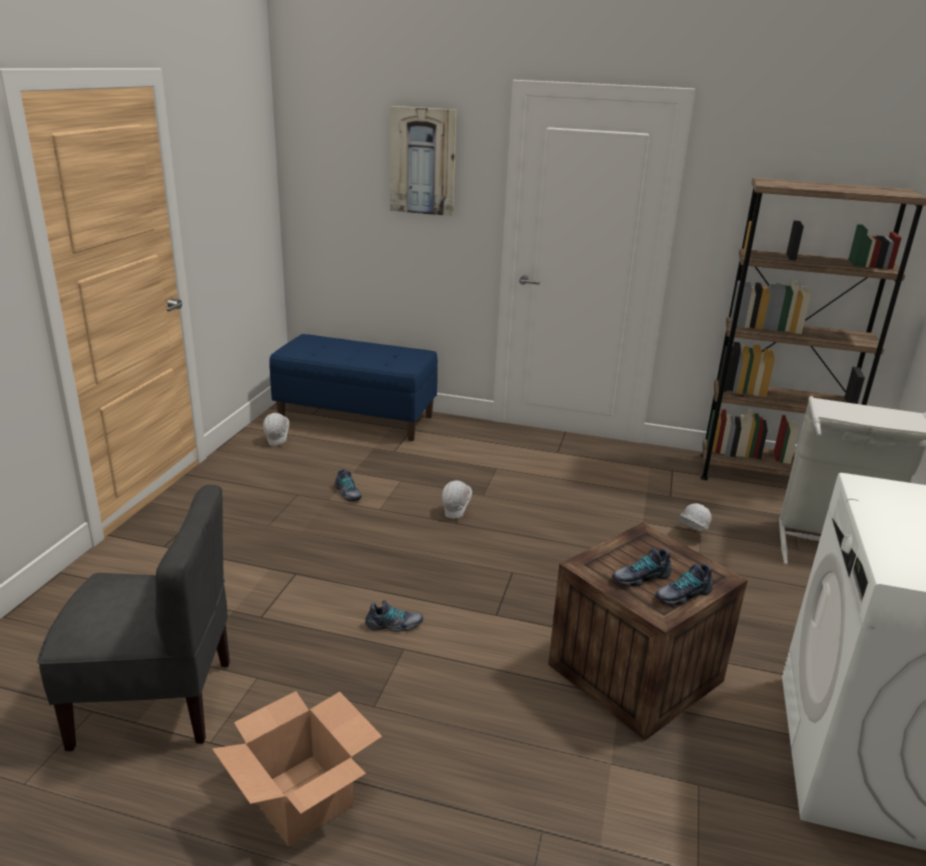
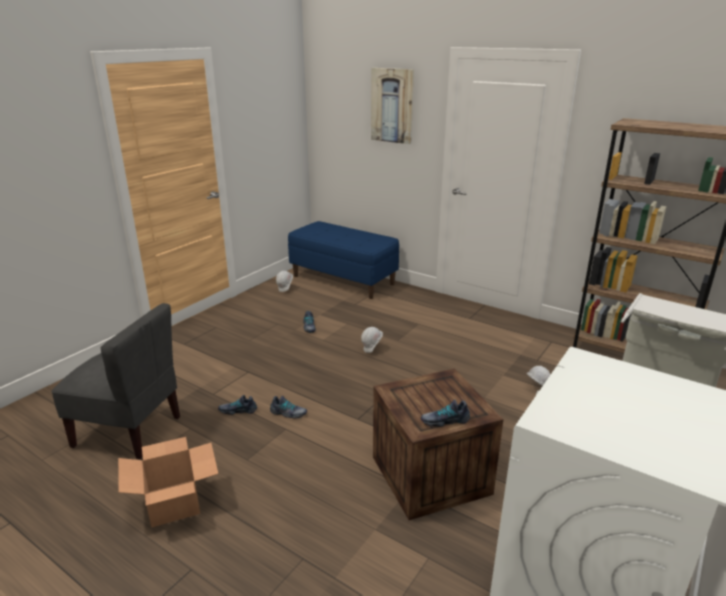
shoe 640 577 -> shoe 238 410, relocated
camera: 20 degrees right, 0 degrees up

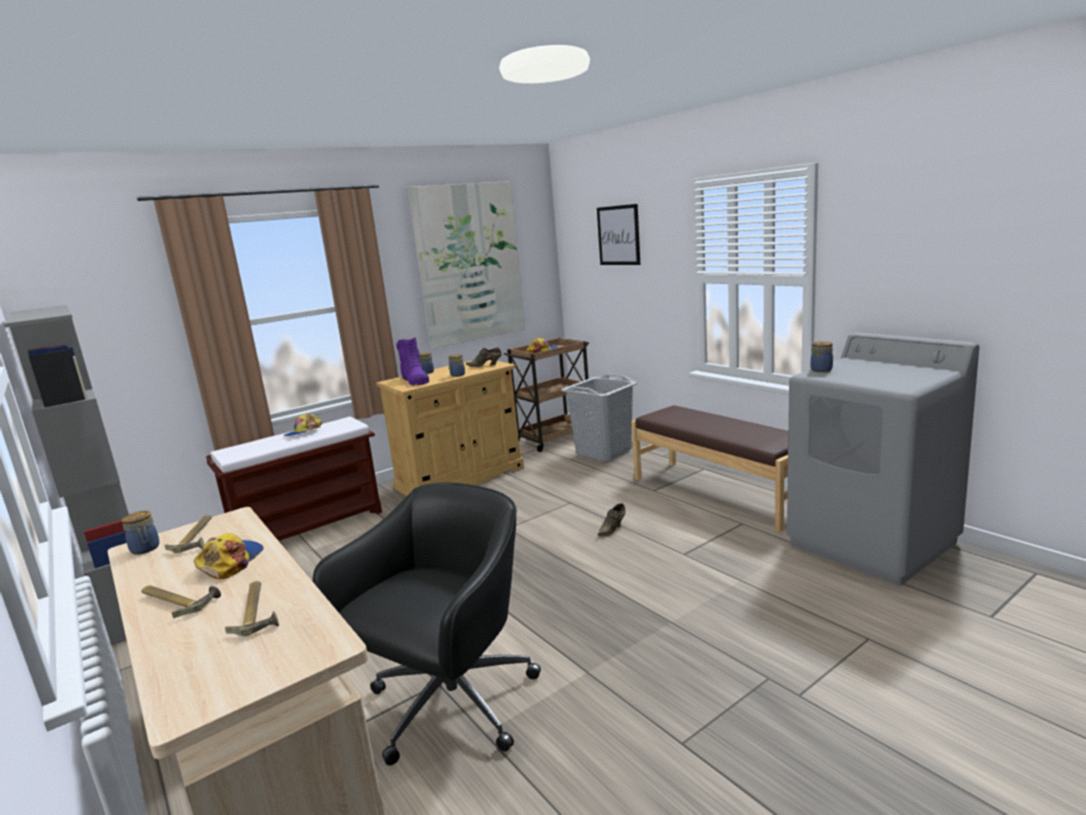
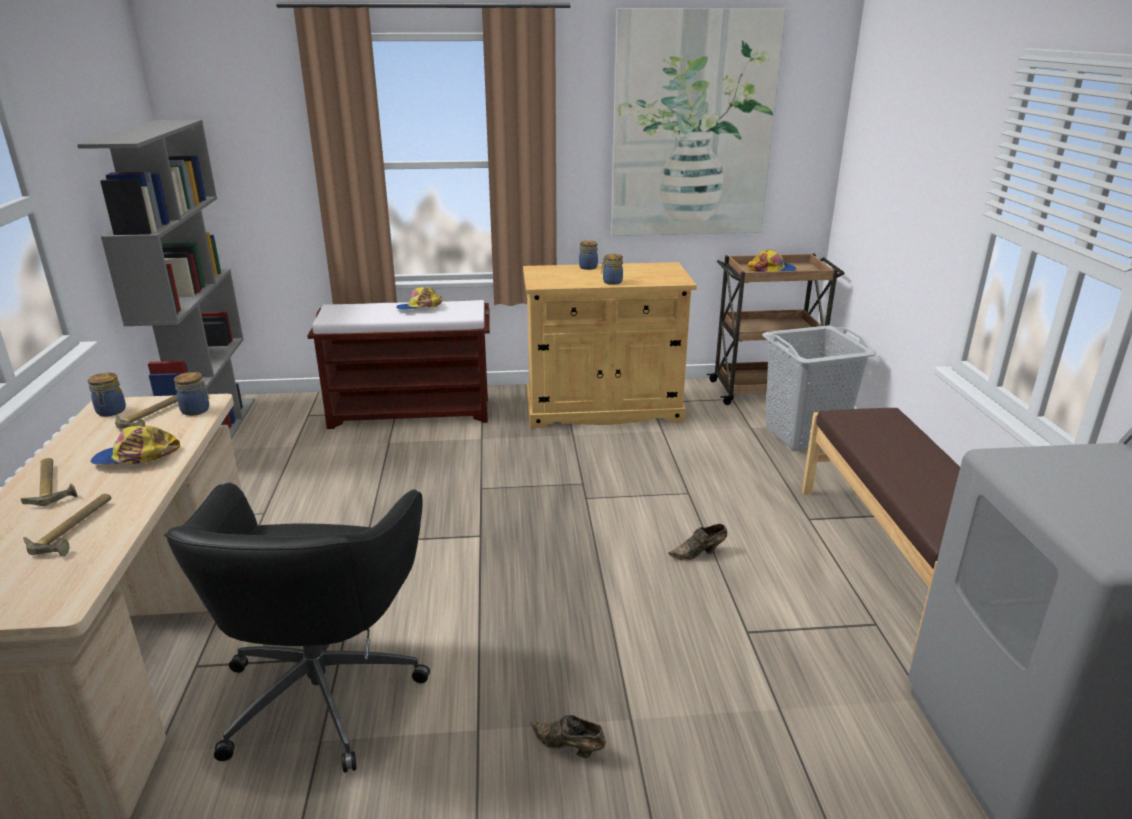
baseball cap 230 562 -> baseball cap 135 457, 135 degrees counterclockwise
black office chair 449 706 -> black office chair 323 689, 120 degrees clockwise
preserve jar 822 370 -> preserve jar 196 410, relocated
brown-coloured shoe 486 365 -> brown-coloured shoe 569 747, relocated
purple high-top boot 415 380 -> none
picture 618 235 -> none
camera: 30 degrees right, 10 degrees up

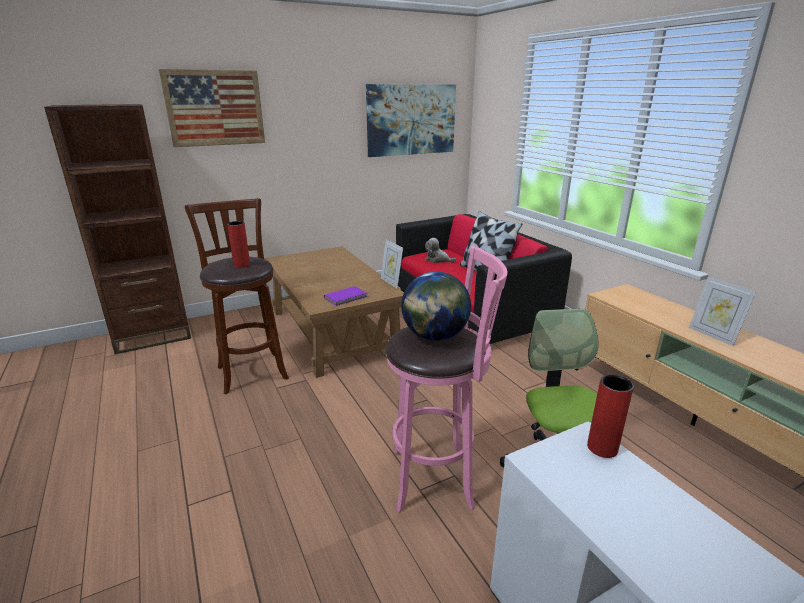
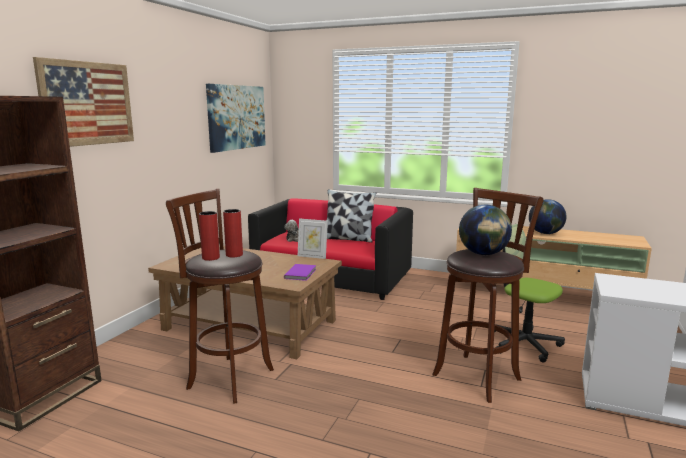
reddish vase 602 448 -> reddish vase 211 258, relocated
pink-coloured stool seat 437 477 -> brown-coloured stool seat 479 375
picture frame 712 335 -> world globe 545 233
camera: 40 degrees left, 10 degrees down

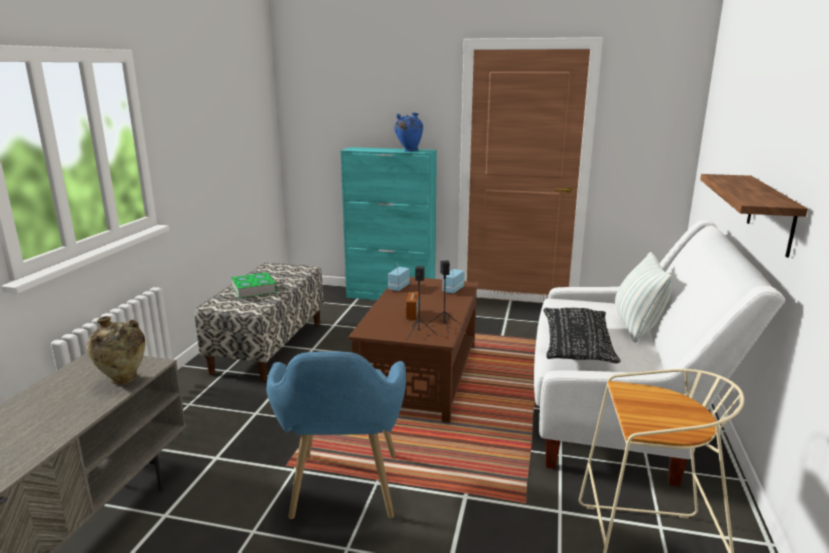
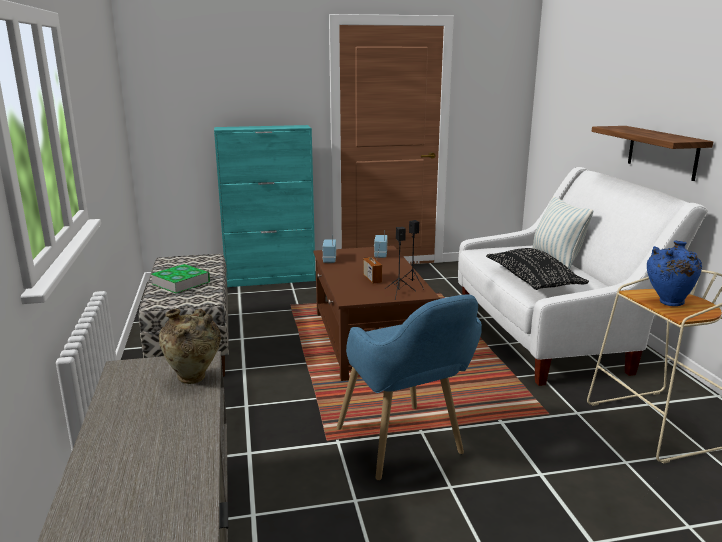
bluish vase 409 151 -> bluish vase 667 303, relocated
camera: 25 degrees left, 0 degrees up

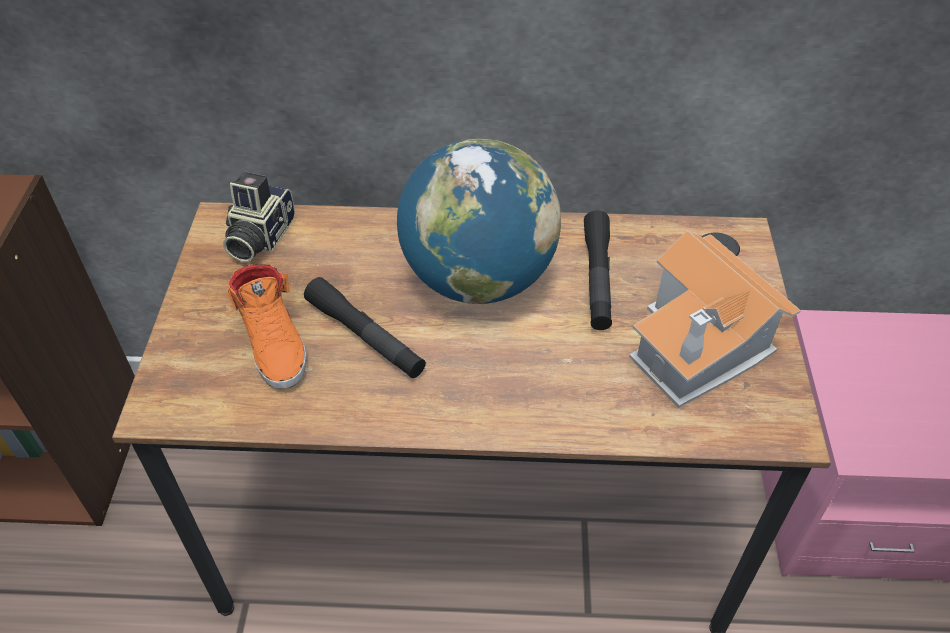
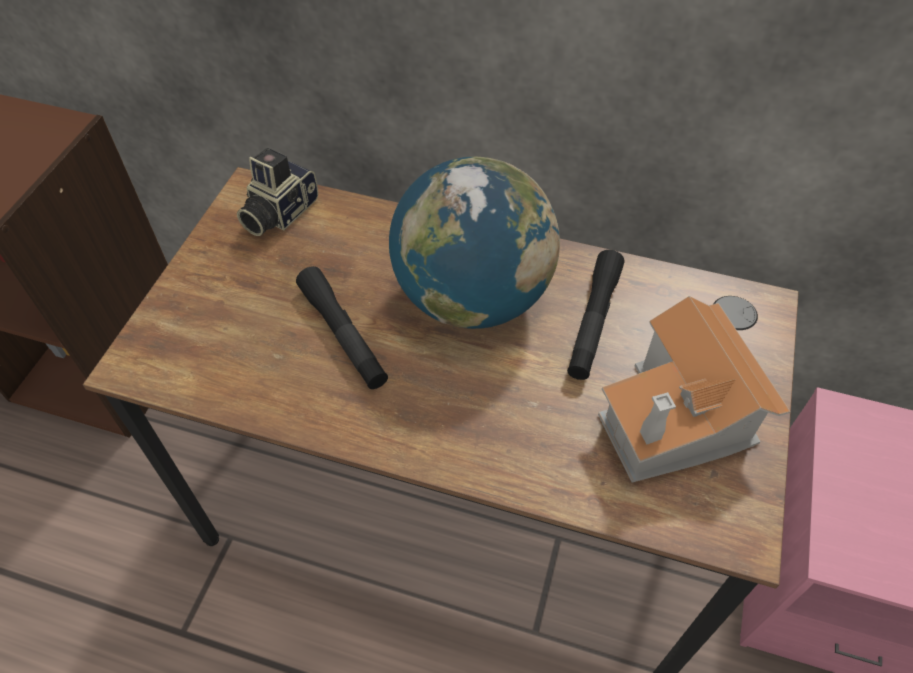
orange-coloured shoe 274 341 -> none
camera: 15 degrees right, 5 degrees up

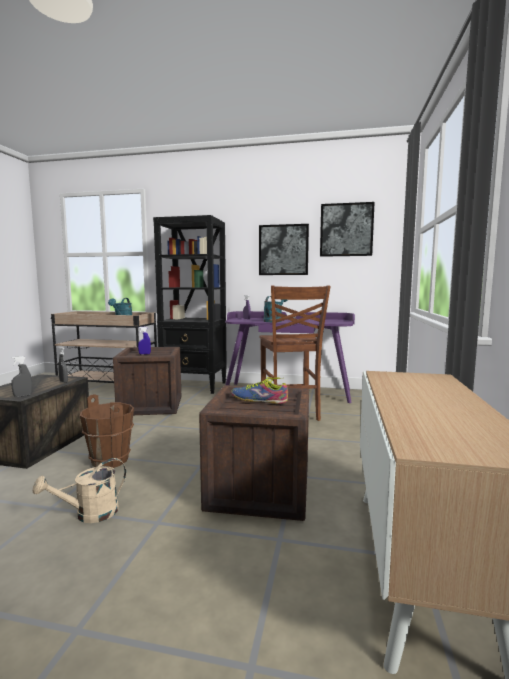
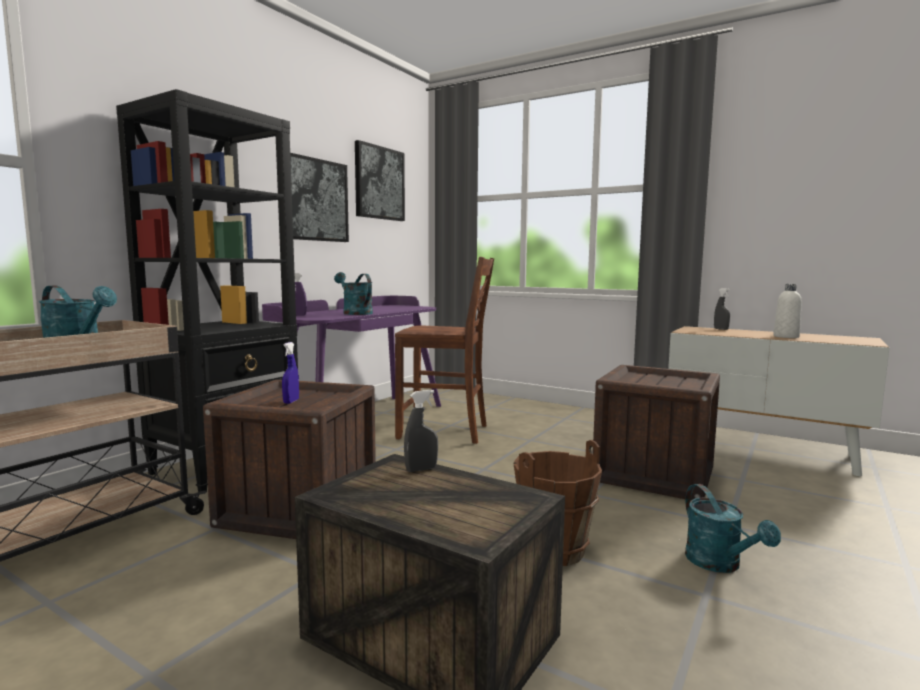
sand-coloured sprinkling can 89 515 -> blue-green sprinkling can 720 564
greyish sprayer 22 395 -> greyish sprayer 721 329, relocated
none -> whitish drink bottle 786 336
shoe 259 400 -> none
camera: 70 degrees left, 0 degrees up

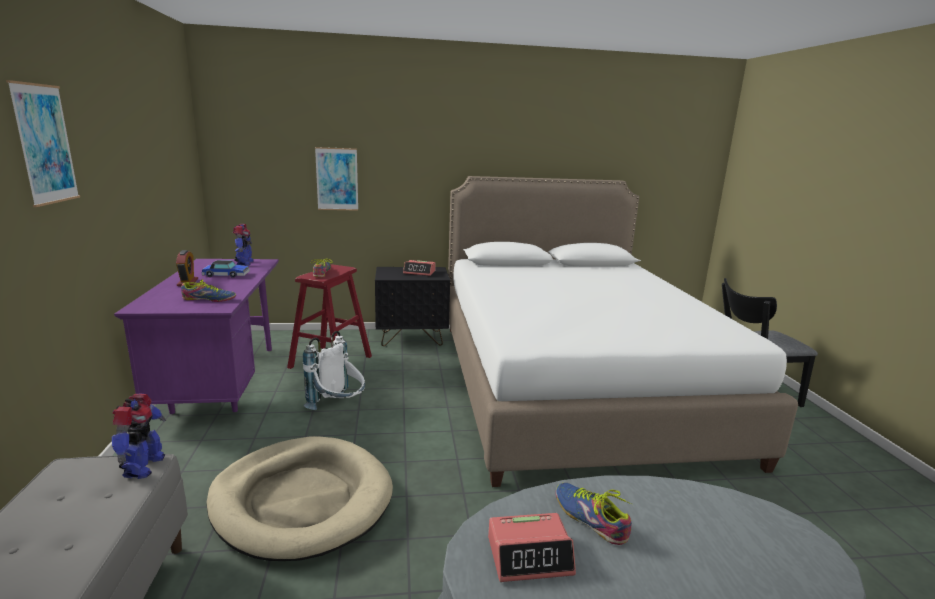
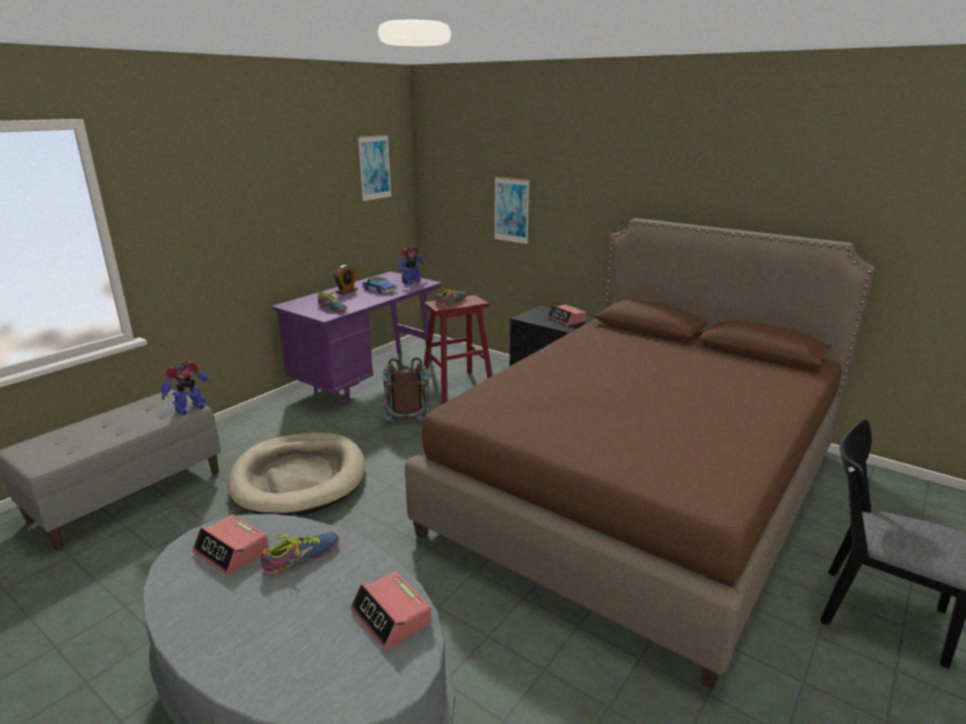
shoe 589 518 -> shoe 301 557, 45 degrees clockwise
none -> table clock 391 617
picture 45 144 -> picture 374 168, relocated
whitish rucksack 338 409 -> brown-coloured rucksack 407 427
whitish bedroom bed 571 384 -> brown-coloured bedroom bed 640 490
camera: 45 degrees right, 5 degrees up

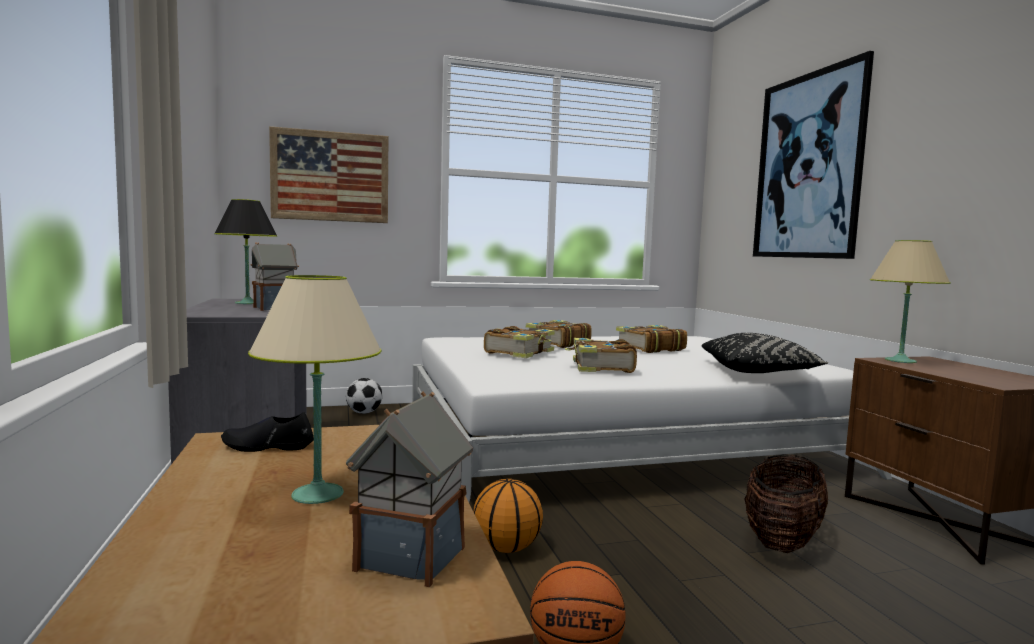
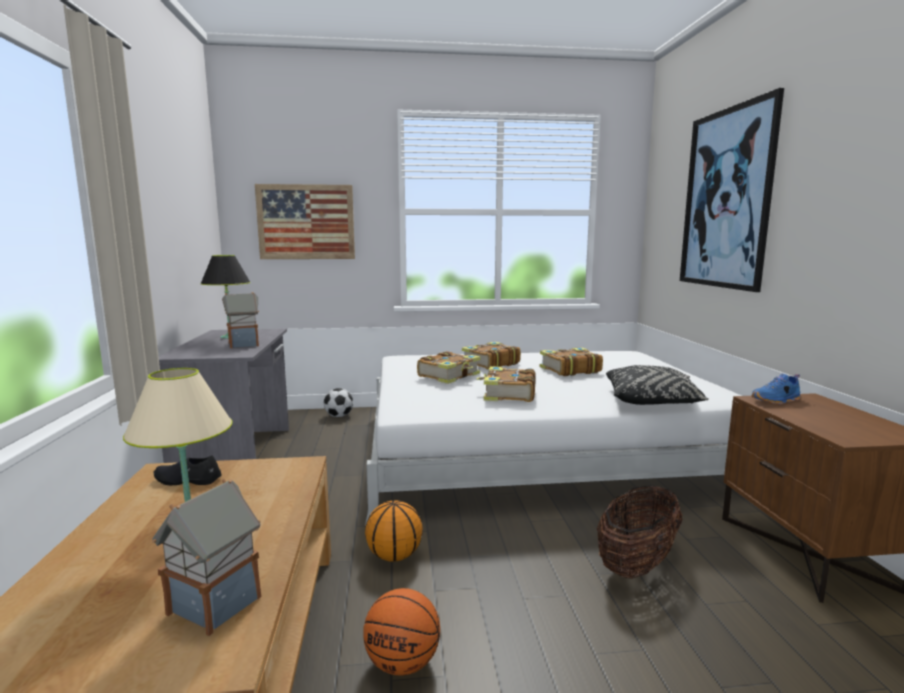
sand-coloured lamp for a table 900 361 -> bluish shoe 776 401
camera: 10 degrees right, 5 degrees up

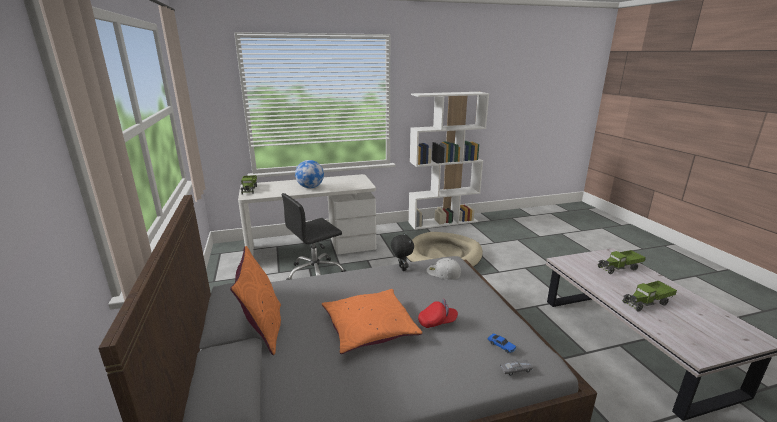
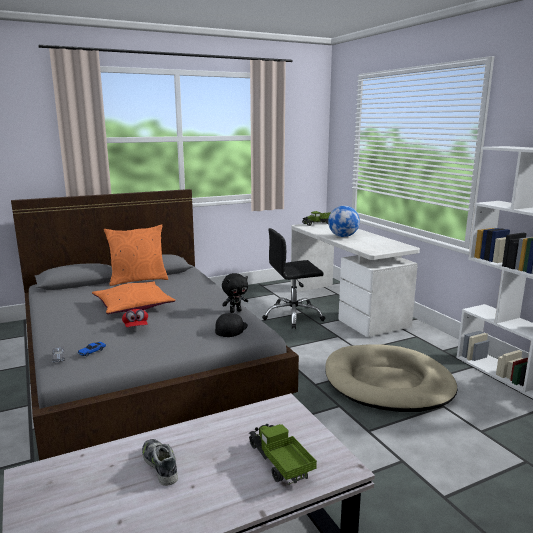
toy truck 647 302 -> shoe 160 465
whitish baseball cap 443 272 -> black baseball cap 231 328
black office chair 315 273 -> black office chair 293 316, 60 degrees counterclockwise
camera: 80 degrees right, 5 degrees down

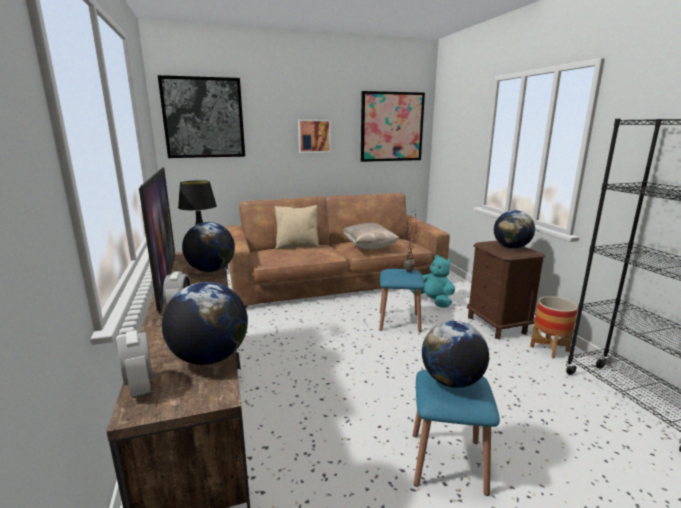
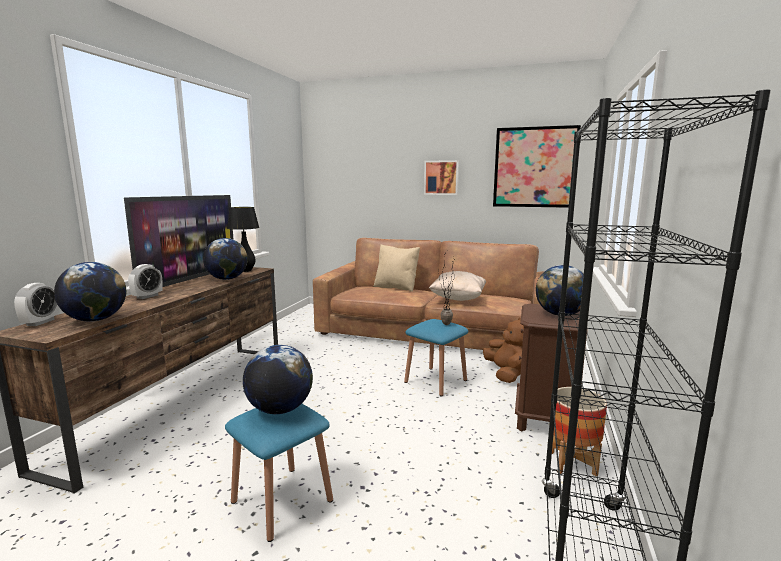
blue-green cuddly toy 433 301 -> brown-coloured cuddly toy 505 374
picture 203 118 -> none
camera: 35 degrees right, 5 degrees down

